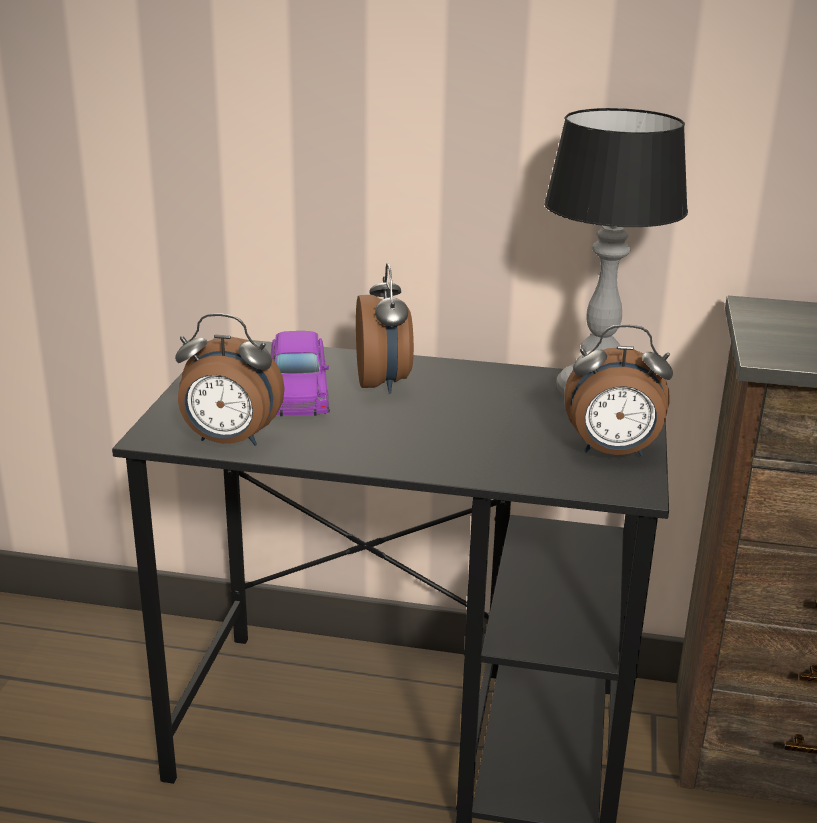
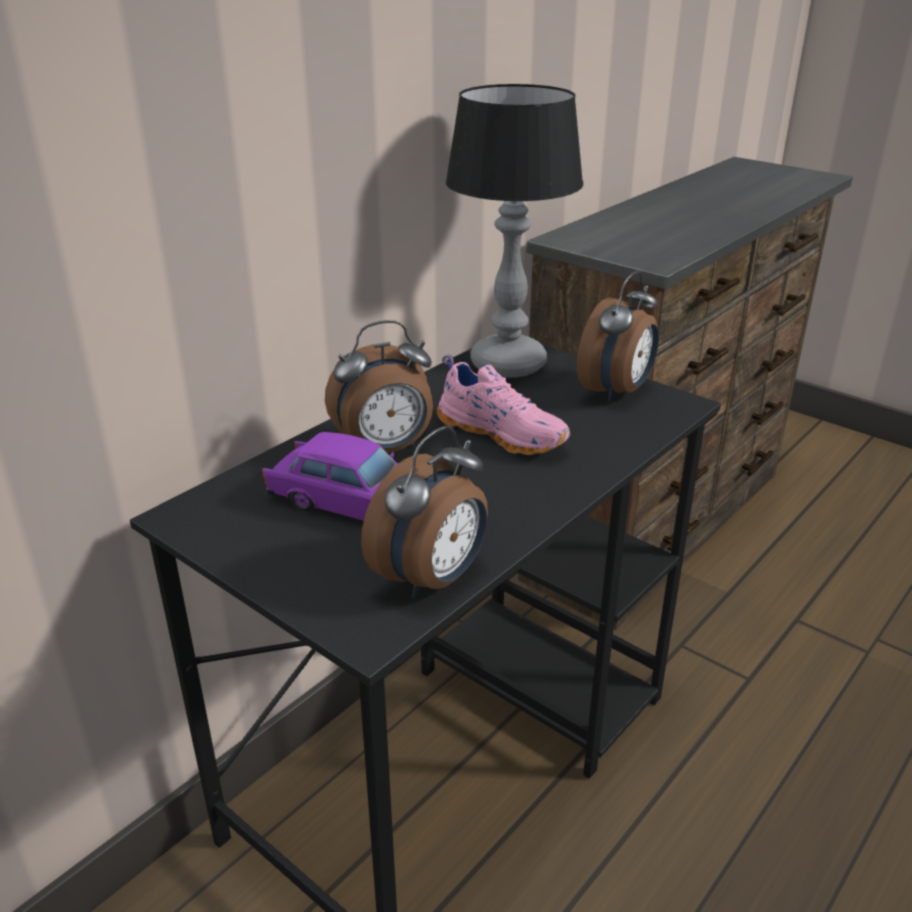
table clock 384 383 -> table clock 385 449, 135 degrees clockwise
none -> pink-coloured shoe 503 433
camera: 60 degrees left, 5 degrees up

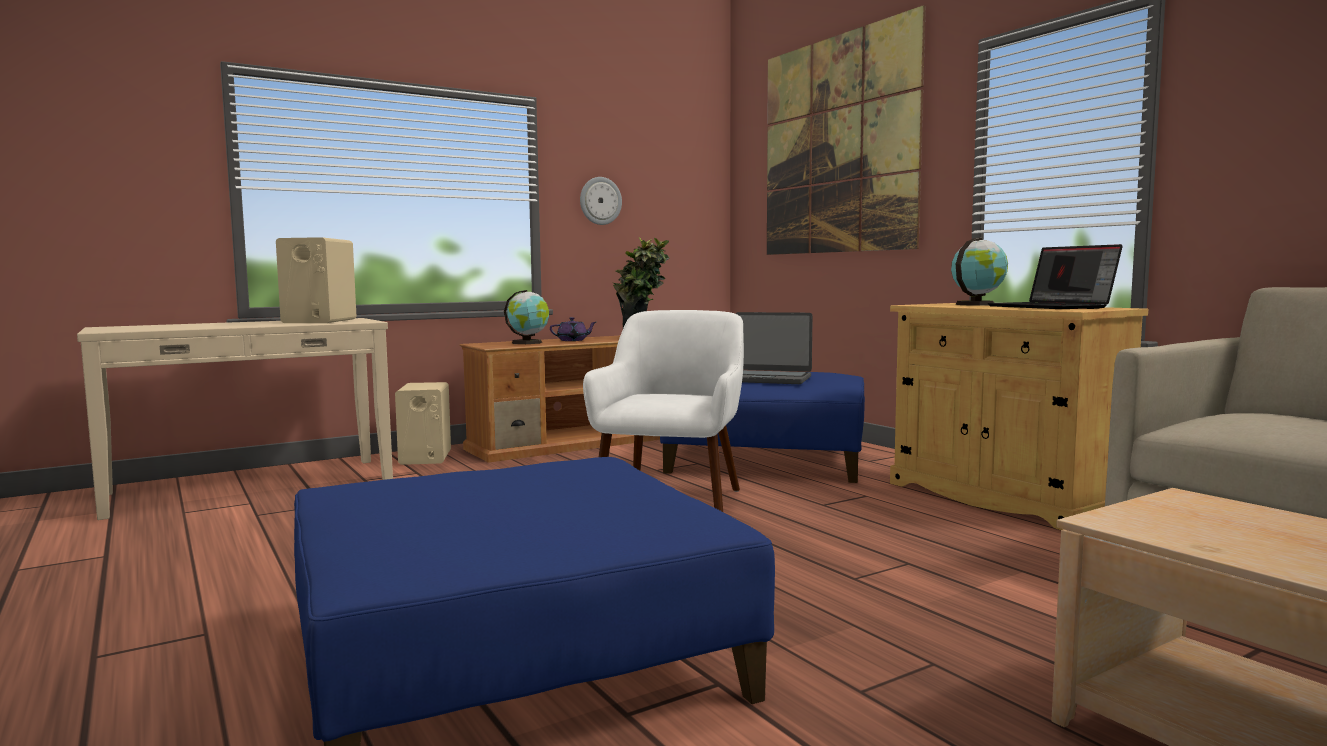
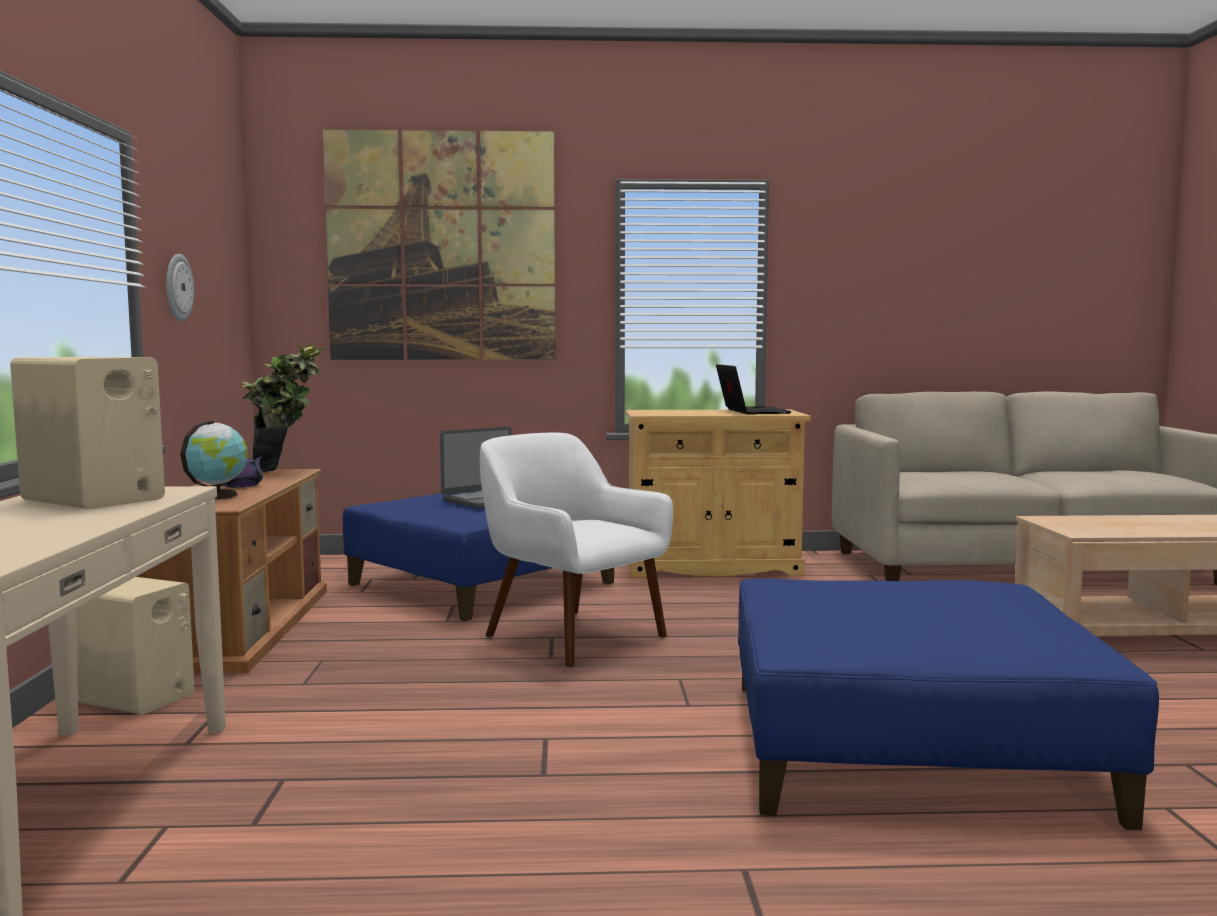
portable computer 1053 307 -> portable computer 750 412, 105 degrees counterclockwise
world globe 977 304 -> none
camera: 60 degrees left, 0 degrees up

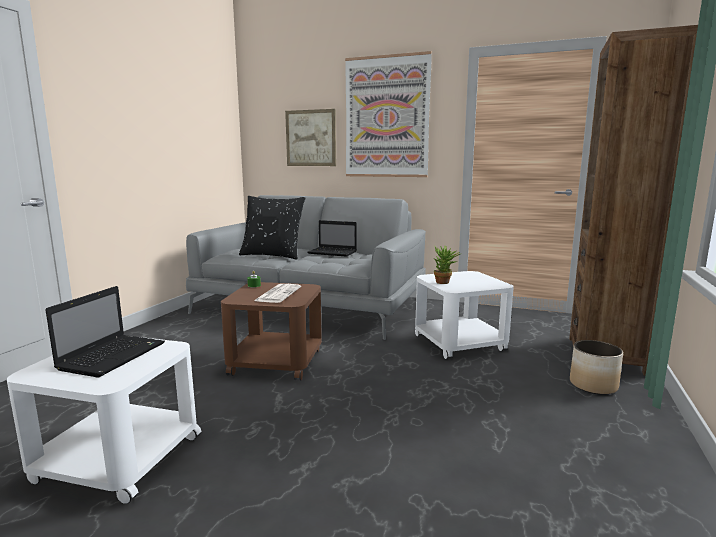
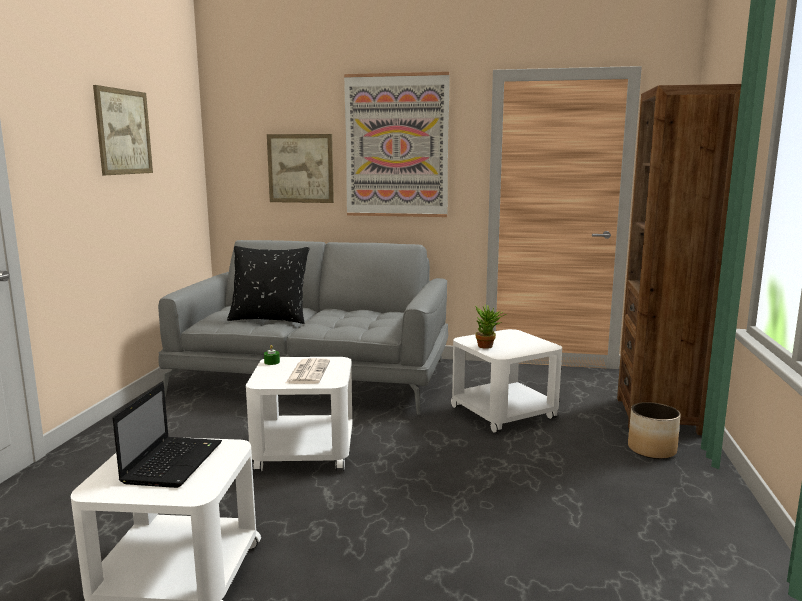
none -> picture 123 132
brown-coloured accent table 276 361 -> whitish accent table 304 450
portable computer 333 253 -> none
camera: 10 degrees left, 0 degrees up

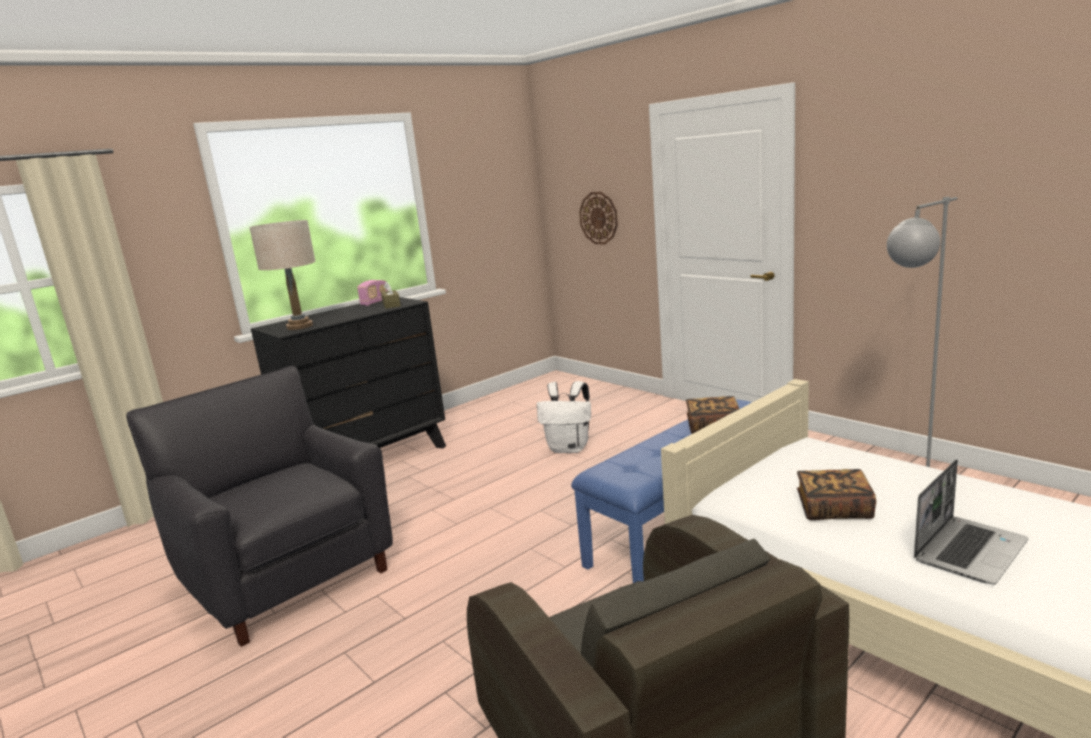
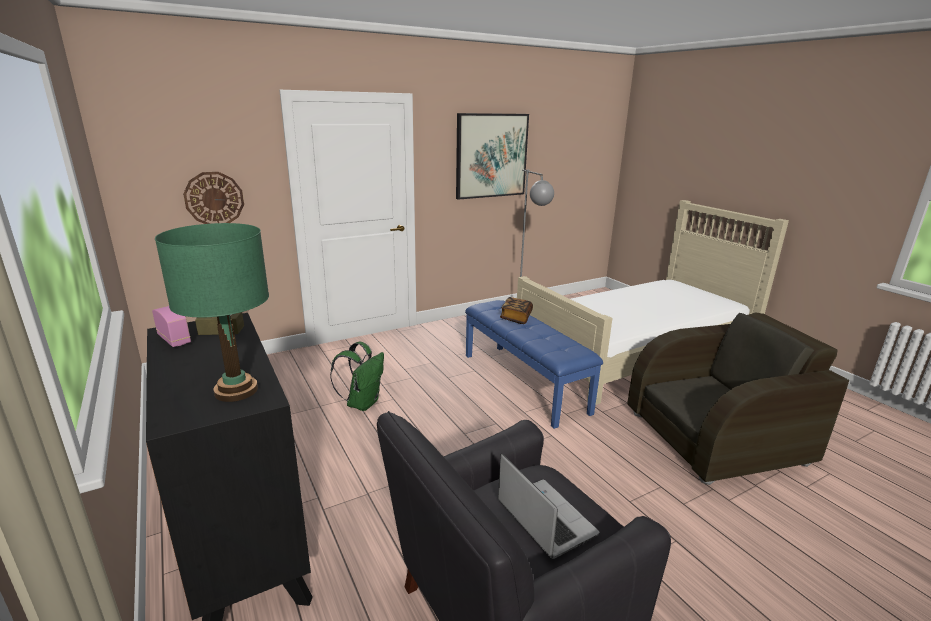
sand-coloured lamp for a table 299 326 -> greenish lamp for a table 236 391
whitish rucksack 569 448 -> greenish rucksack 362 403
none -> picture 491 156
portable computer 969 550 -> portable computer 544 518, relocated
book 834 509 -> none
camera: 80 degrees left, 5 degrees up

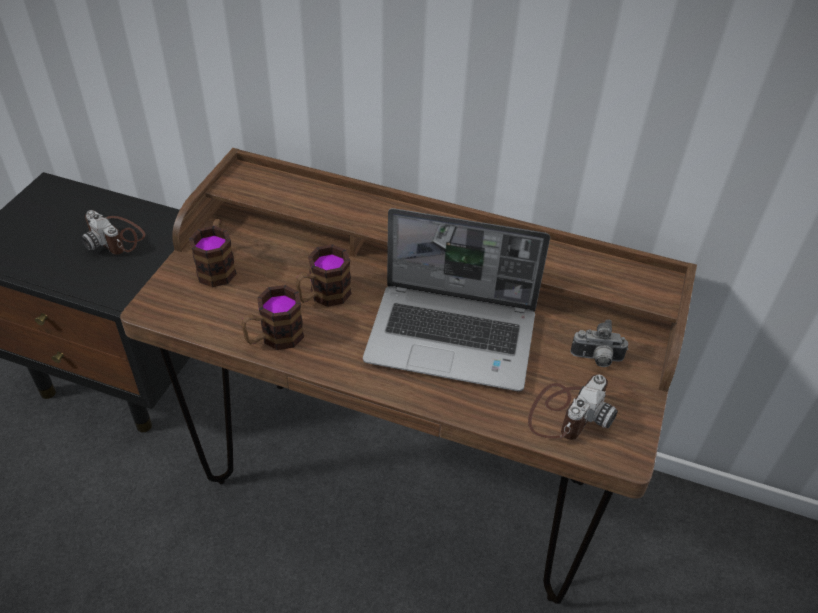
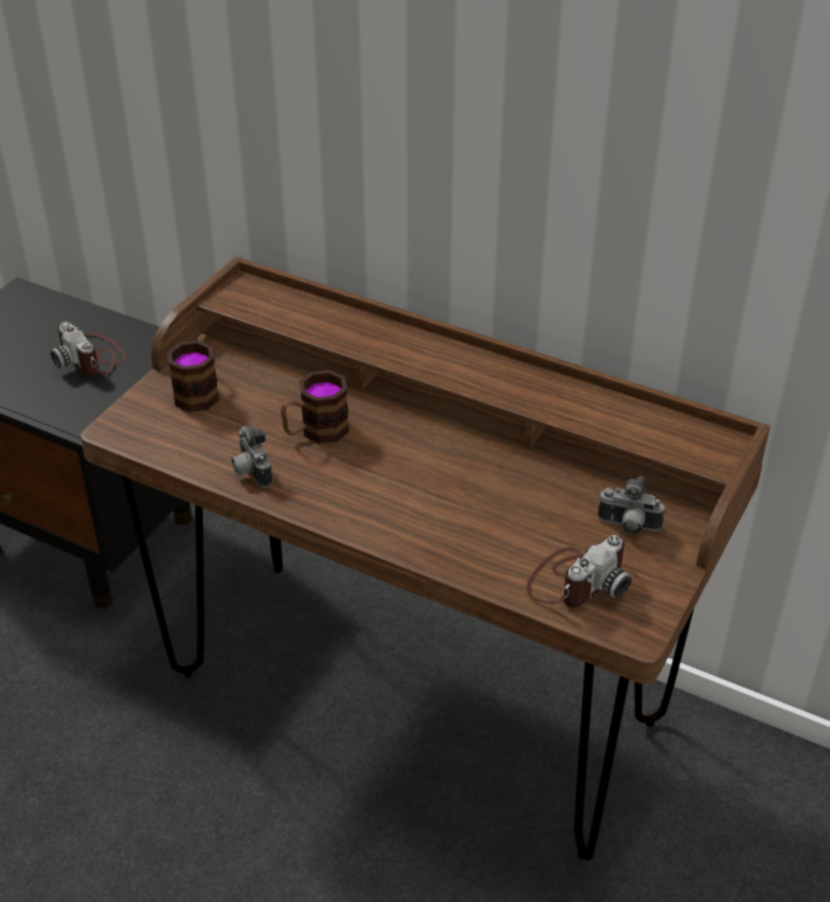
coffee mug 274 338 -> still camera 250 471
portable computer 454 337 -> none
camera: 10 degrees right, 5 degrees down

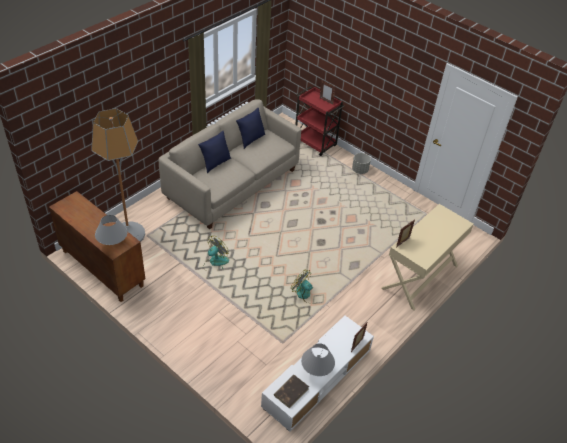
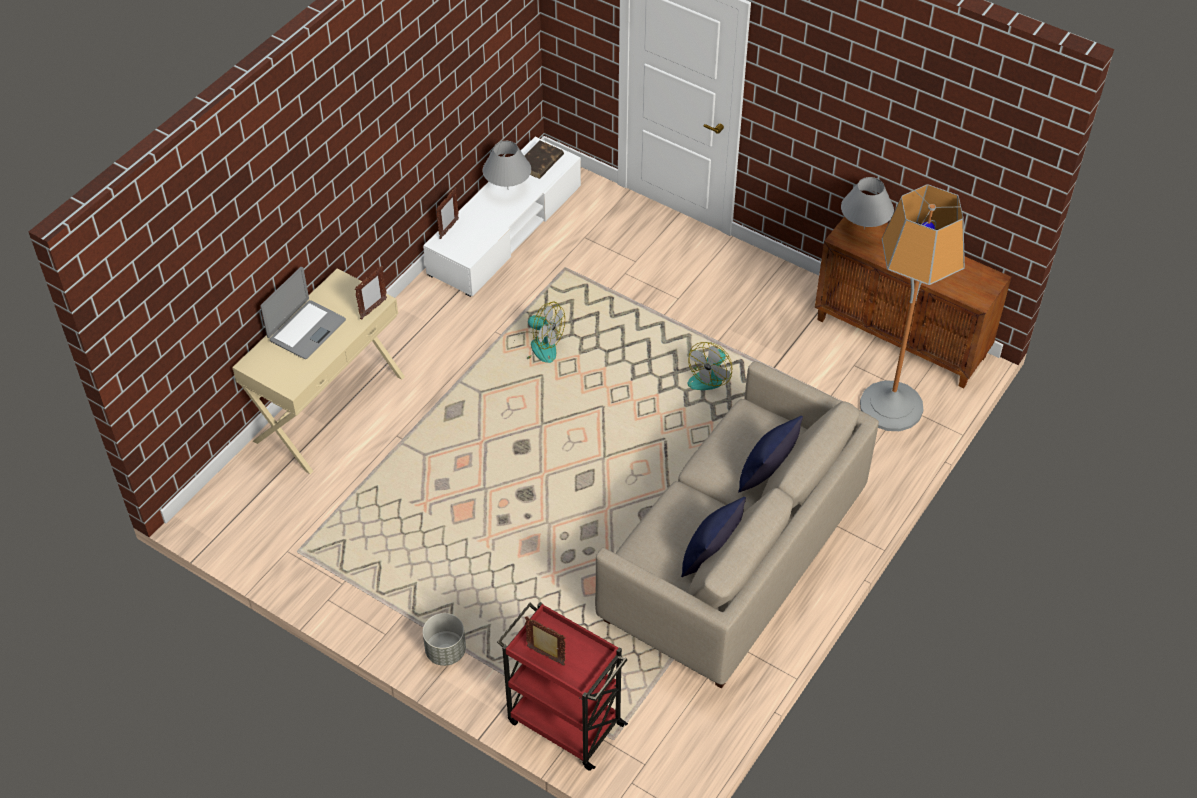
none -> portable computer 306 330
camera: 175 degrees right, 5 degrees up

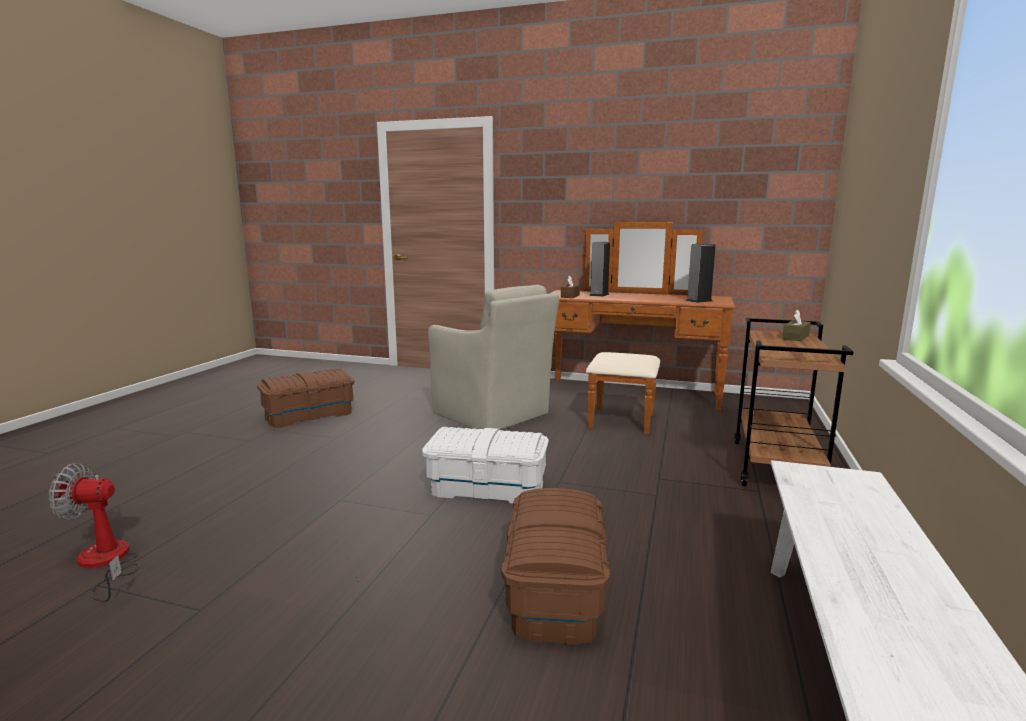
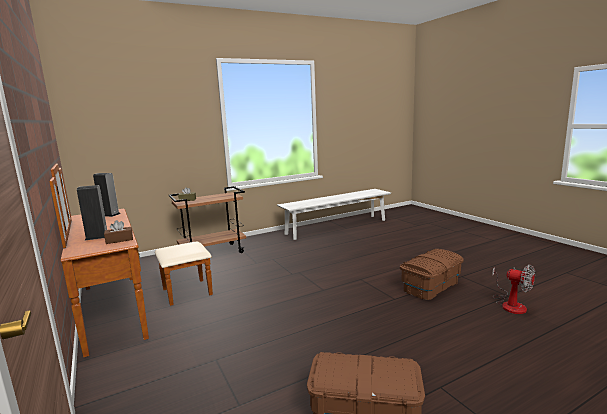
brown-coloured storage box 556 591 -> brown-coloured storage box 430 286, relocated
whitish storage box 487 488 -> none
sand-coloured easy chair 493 415 -> none
camera: 135 degrees left, 0 degrees up

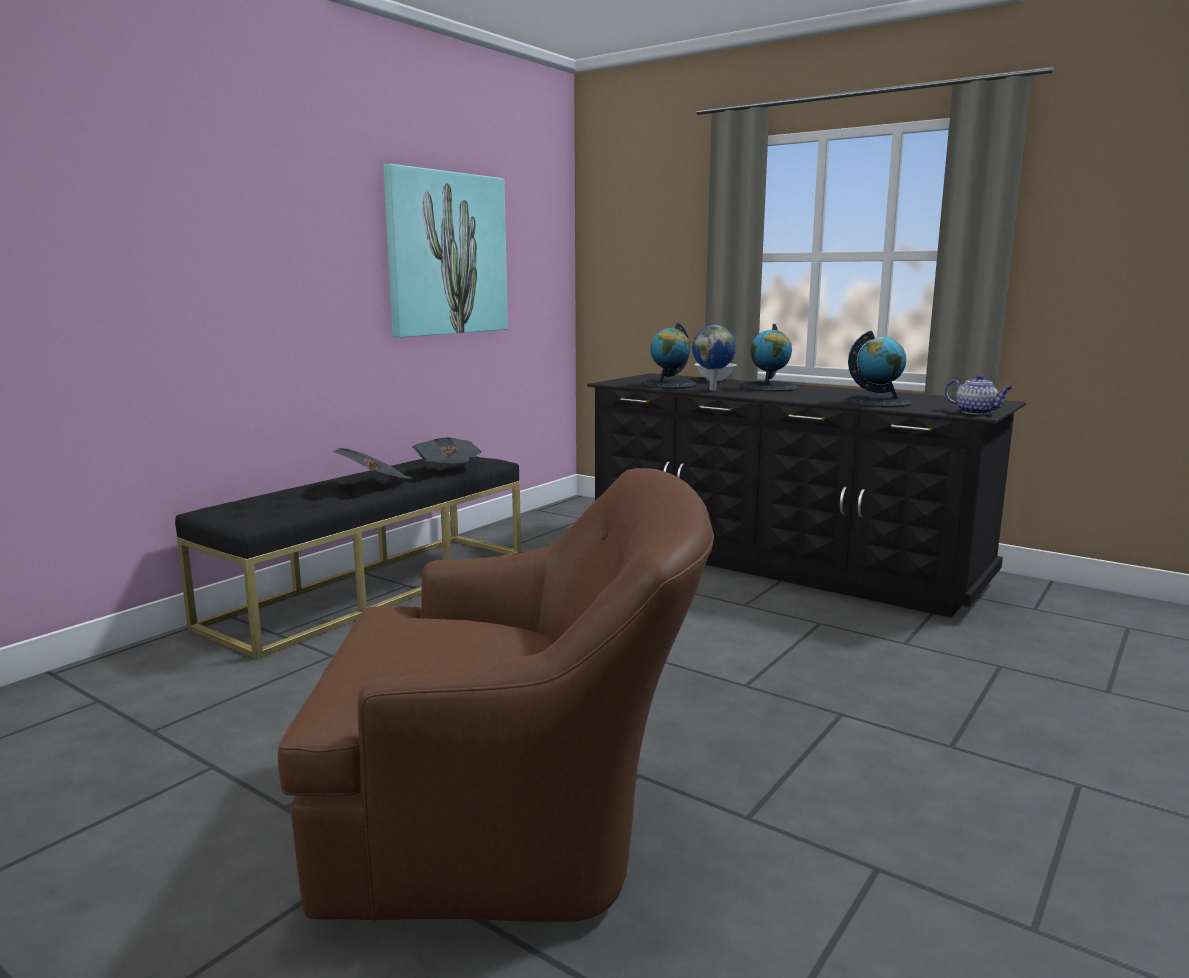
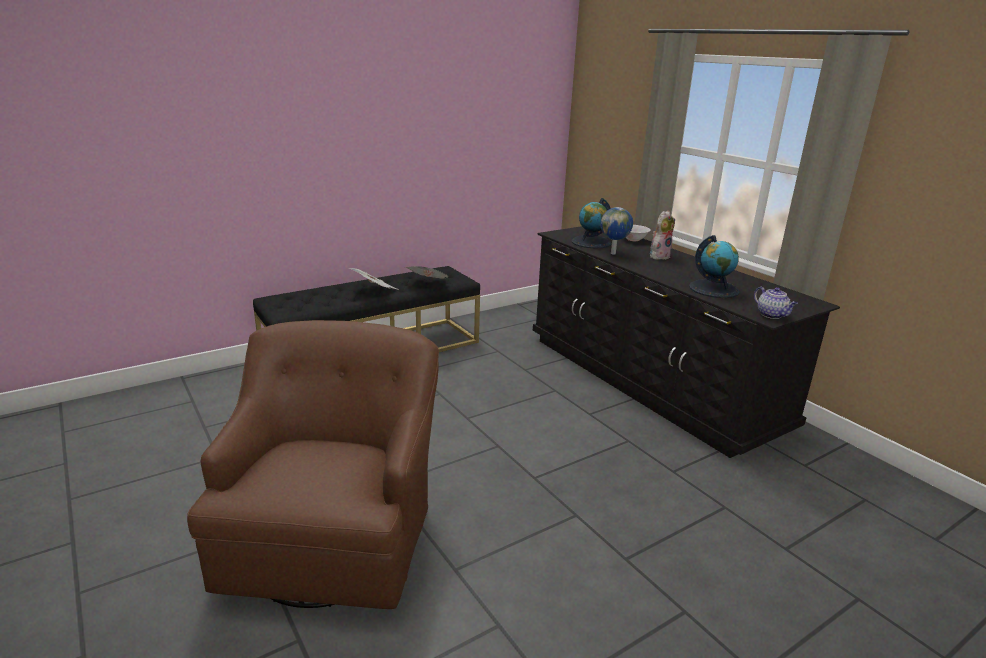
brown-coloured easy chair 515 820 -> brown-coloured easy chair 333 533, 105 degrees counterclockwise
world globe 769 387 -> cuddly toy 659 256
picture 446 254 -> none
camera: 20 degrees right, 10 degrees up

